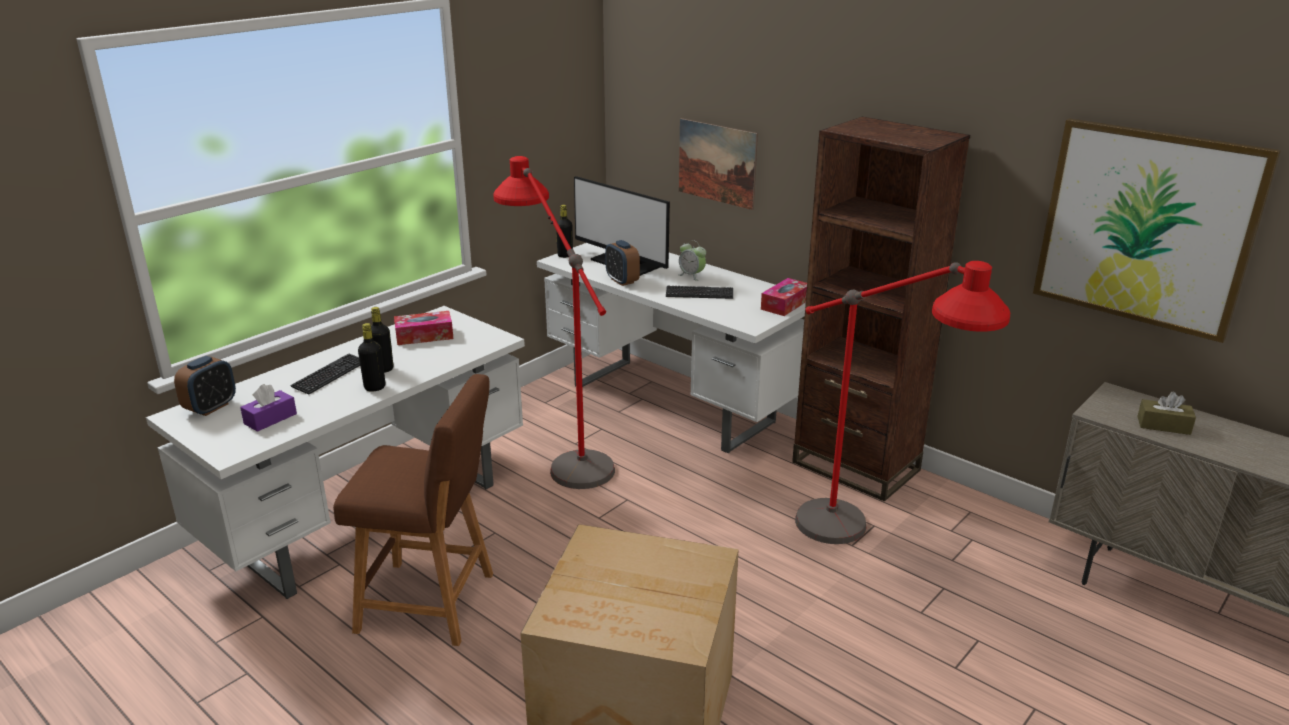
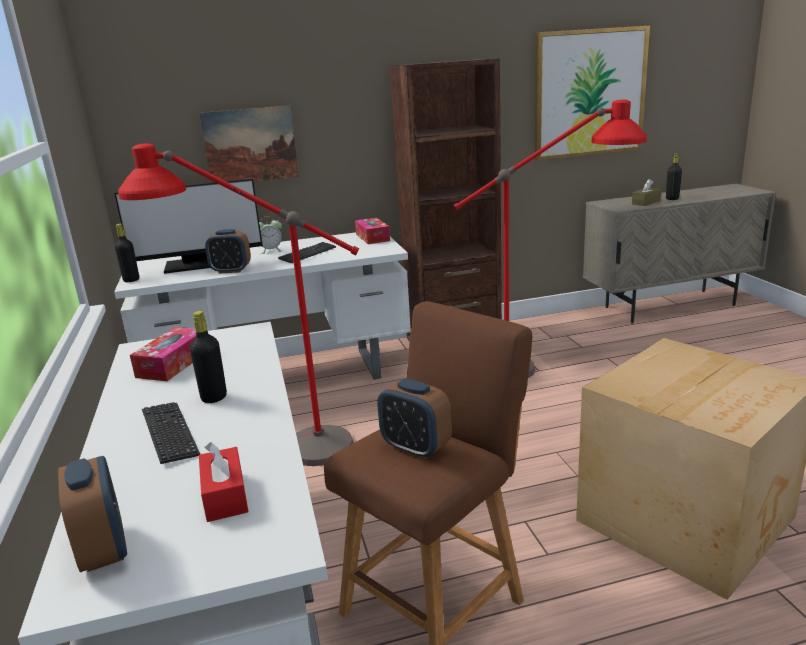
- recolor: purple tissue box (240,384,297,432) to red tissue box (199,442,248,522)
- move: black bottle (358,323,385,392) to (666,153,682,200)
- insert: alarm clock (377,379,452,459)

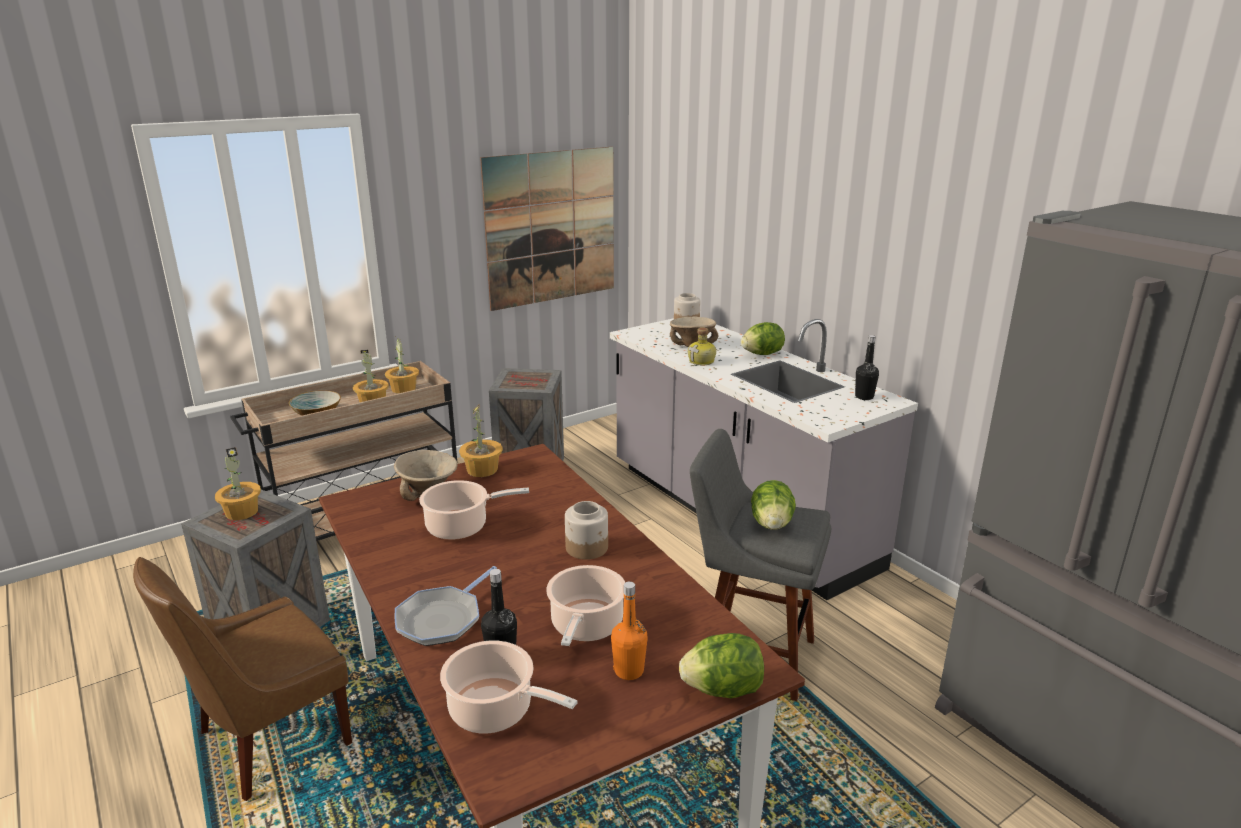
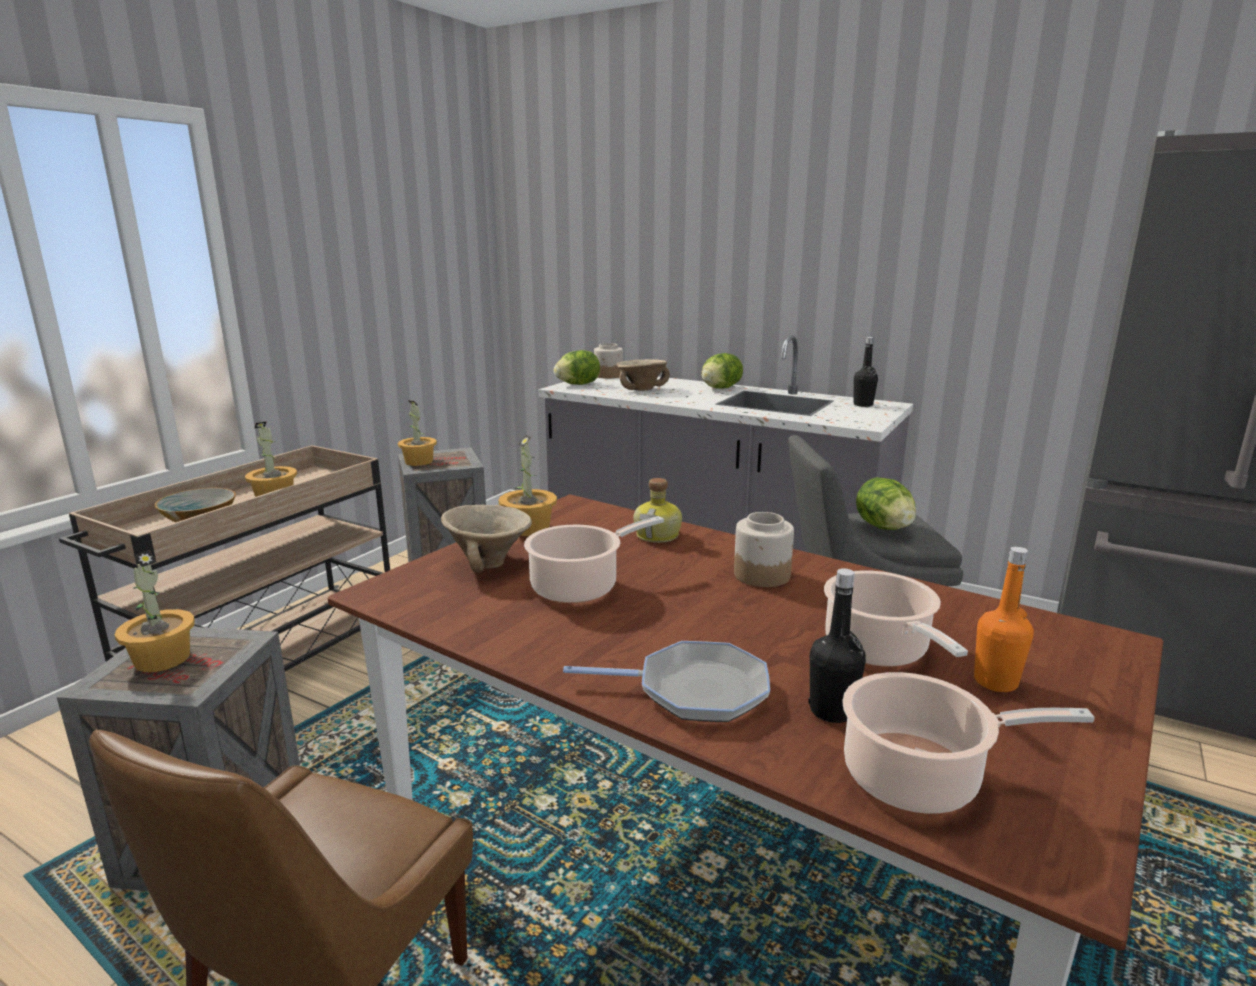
- move: potted plant (385,337,419,393) to (398,401,437,466)
- rotate: frying pan (395,566,497,646) = (563,641,770,722) 90 degrees counterclockwise
- delete: picture (480,147,614,311)
- move: lettuce (679,633,764,698) to (554,350,600,385)
- move: bottle (688,328,716,365) to (634,478,682,543)

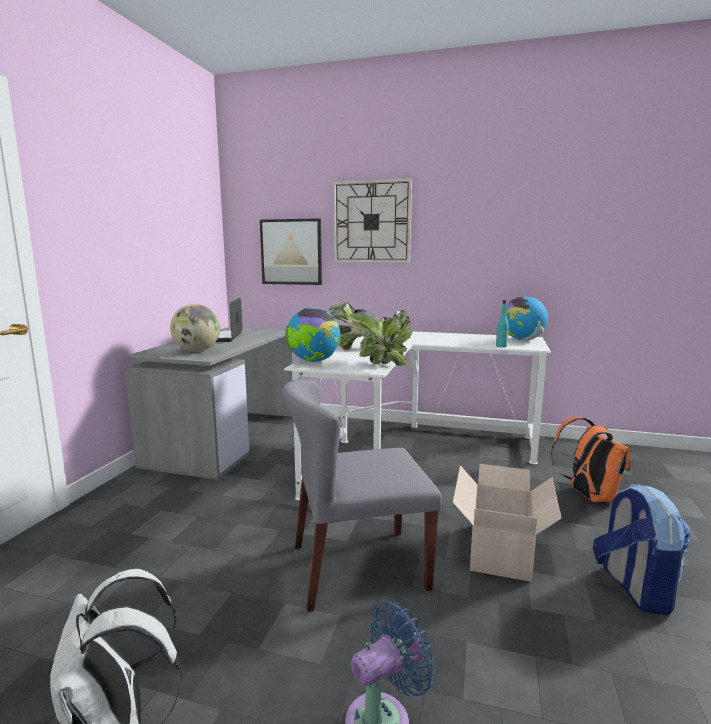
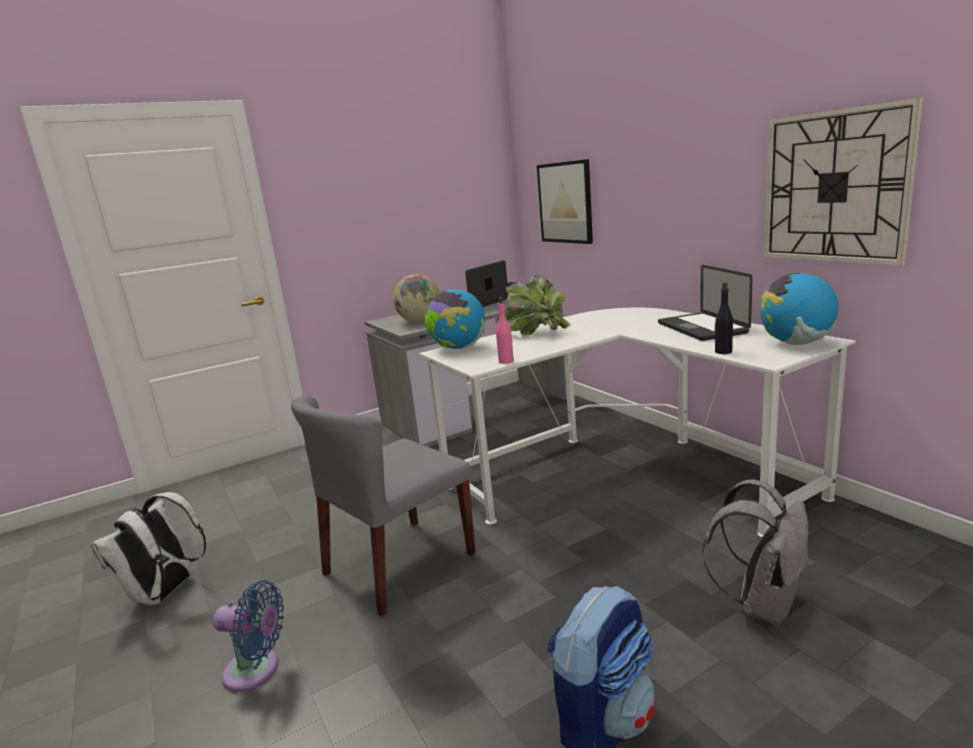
- rotate: grey chair (282,379,442,612) = (291,395,475,616) 75 degrees counterclockwise
- move: wall clock (333,178,412,263) to (763,97,923,266)
- replace: potted plant (351,309,412,366) to pink bottle (496,297,514,364)
- delete: cardboard box (453,464,562,582)
- recolor: turquoise bottle (496,300,509,347) to black bottle (715,282,733,354)
- recolor: orange backpack (551,417,631,502) to grey backpack (702,479,809,626)
- insert: laptop (658,265,753,341)

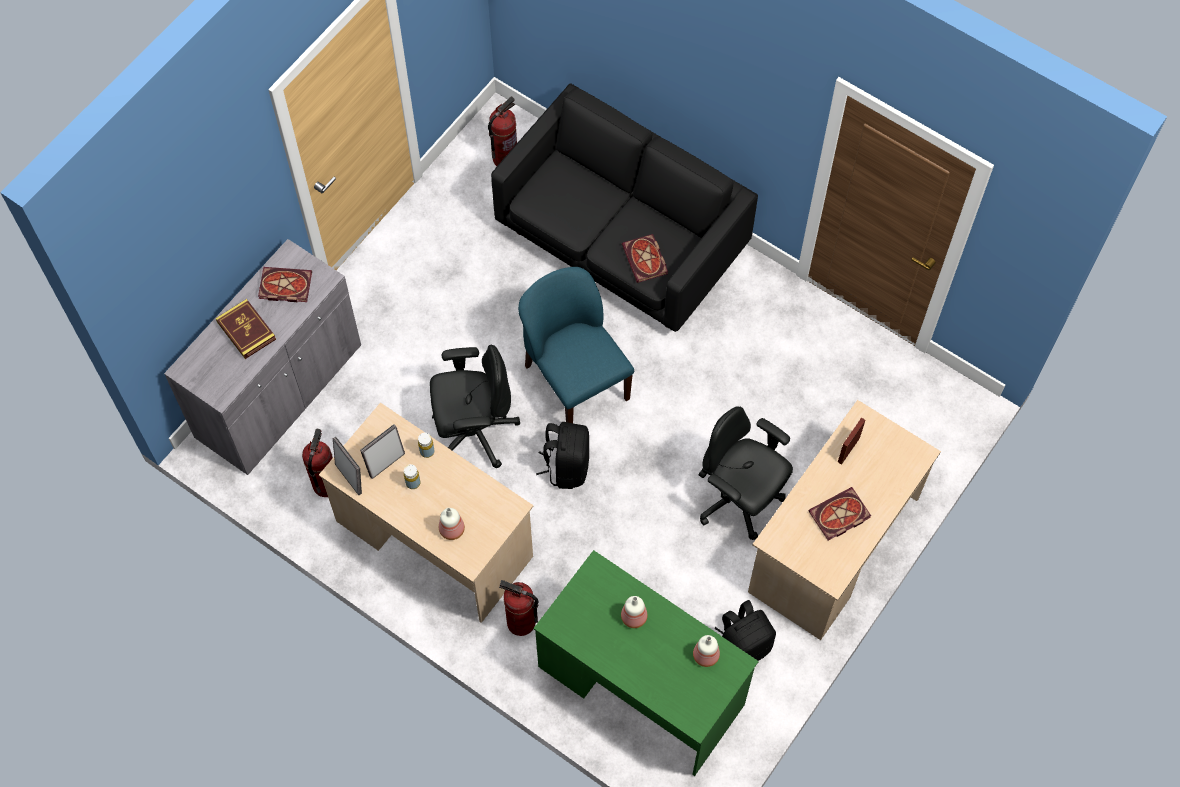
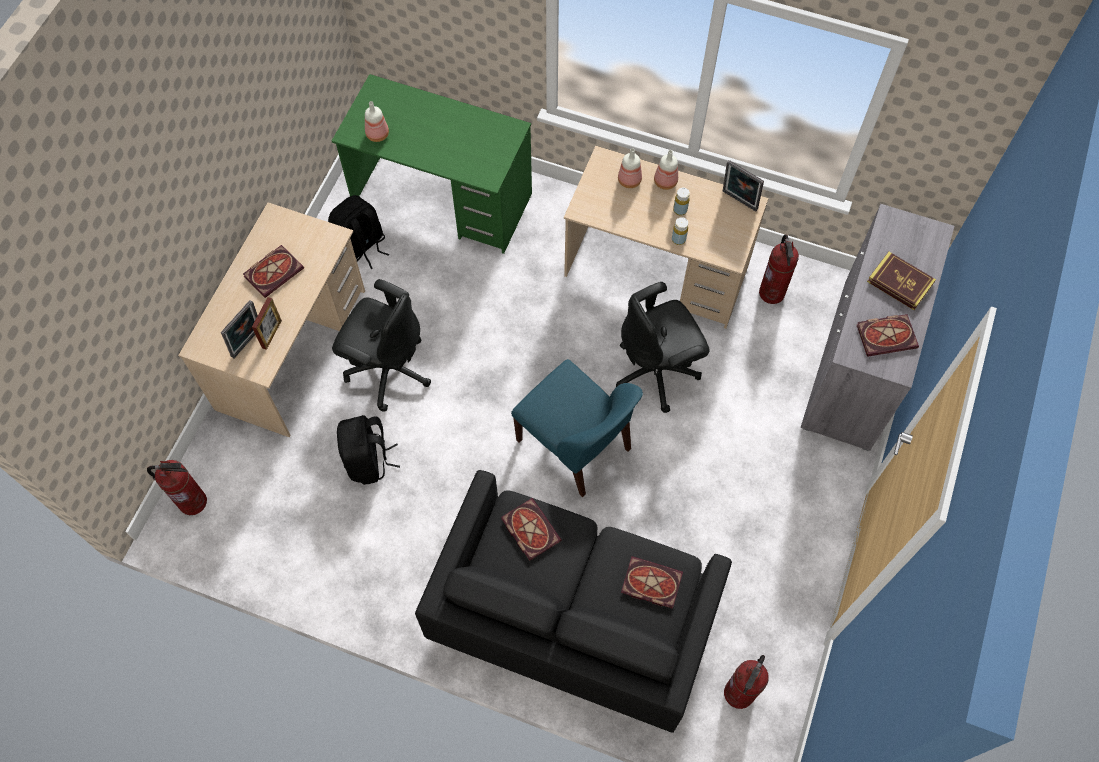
- move: picture frame (360,424,405,479) to (221,300,258,358)
- move: fire extinguisher (499,580,539,636) to (147,460,207,515)
- move: black backpack (536,422,589,489) to (337,415,400,485)
- move: bottle (621,596,648,628) to (654,150,678,190)
- insert: book (621,556,683,609)

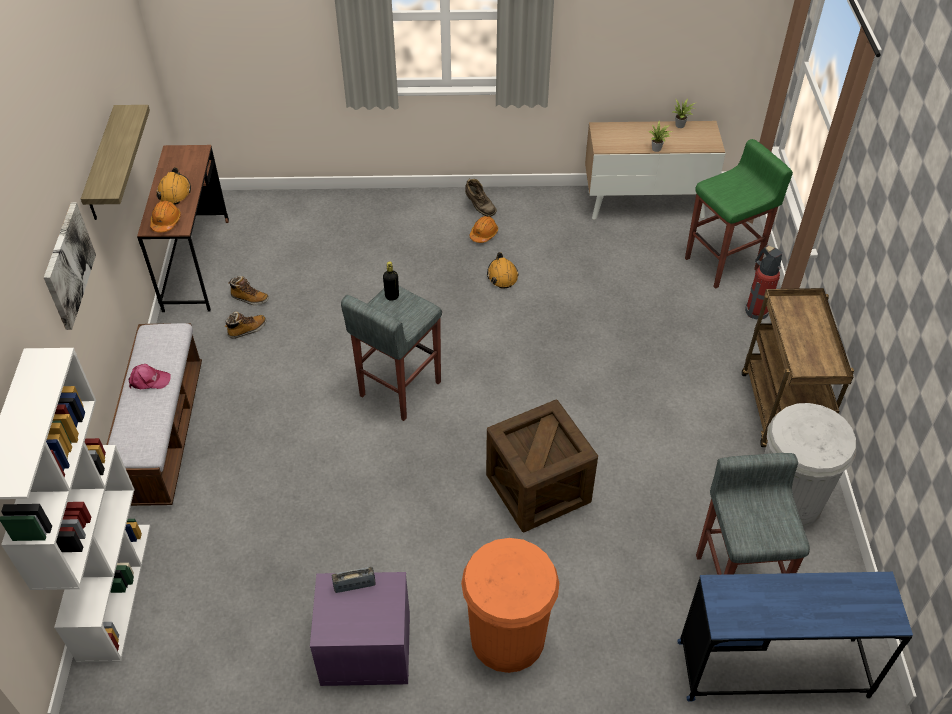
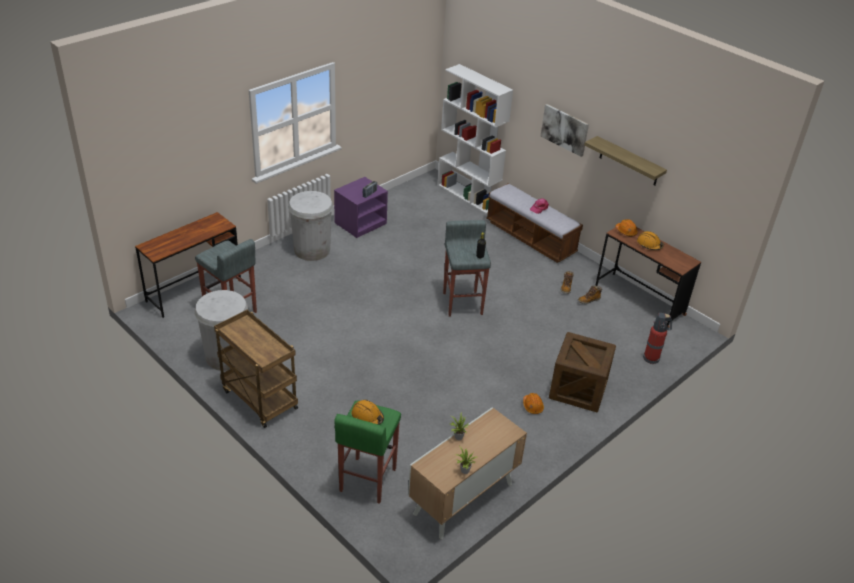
- recolor: orange trash can (461,538,559,673) to white trash can (288,191,333,261)
- delete: brown boot (465,179,497,217)
- move: crate (486,400,598,532) to (549,332,616,412)
- move: orange hard hat (487,252,519,288) to (351,400,384,425)
- recolor: blue desk (677,572,913,702) to brown desk (135,212,241,318)
- move: fire extinguisher (745,245,782,320) to (643,313,672,364)

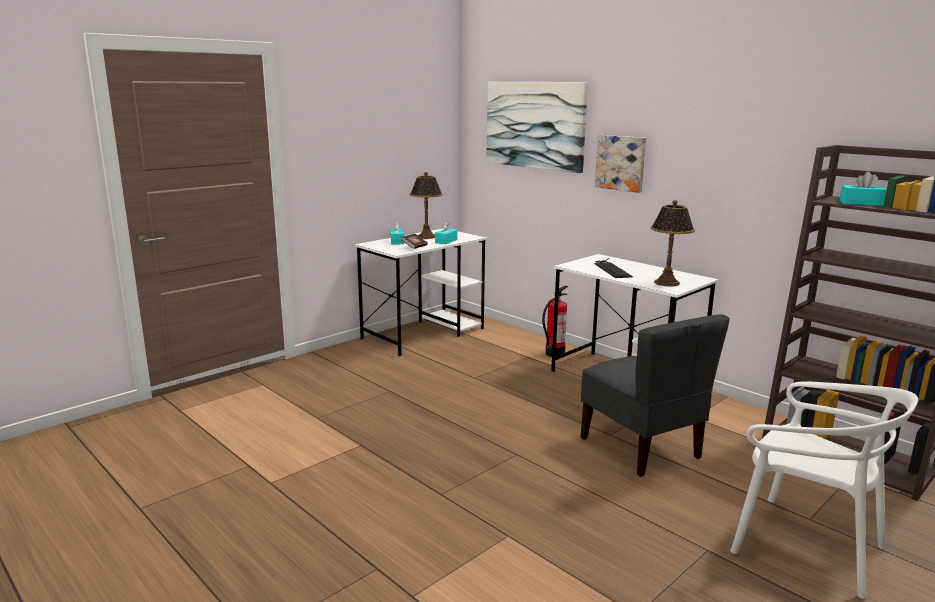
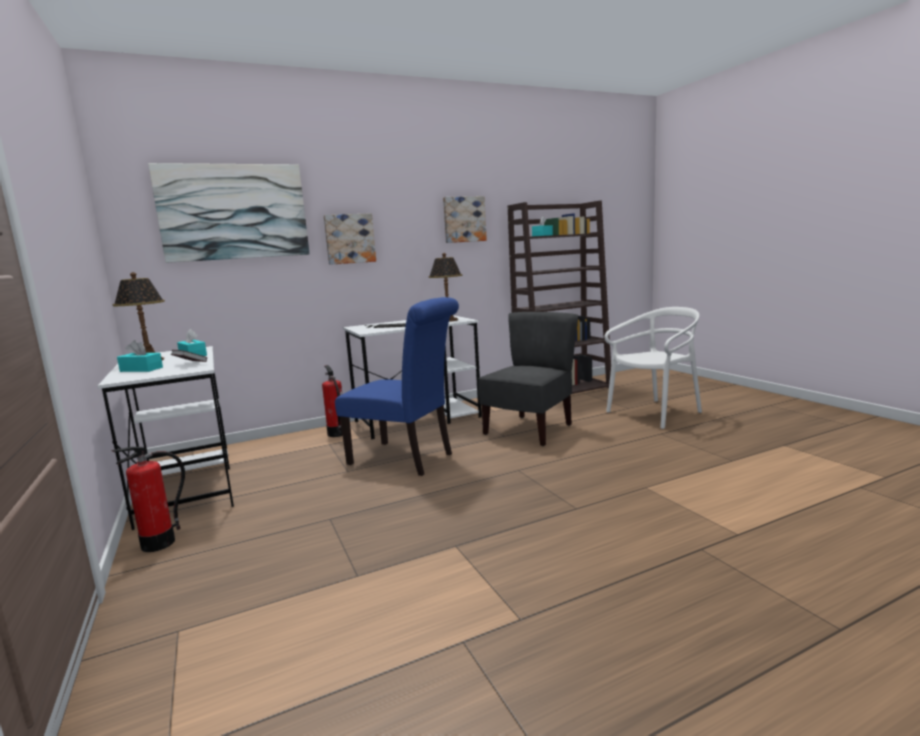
- rotate: grey chair (581,315,730,477) = (478,312,578,446) 45 degrees counterclockwise
- insert: fire extinguisher (111,447,185,552)
- insert: blue chair (335,297,459,476)
- insert: picture (443,196,487,243)

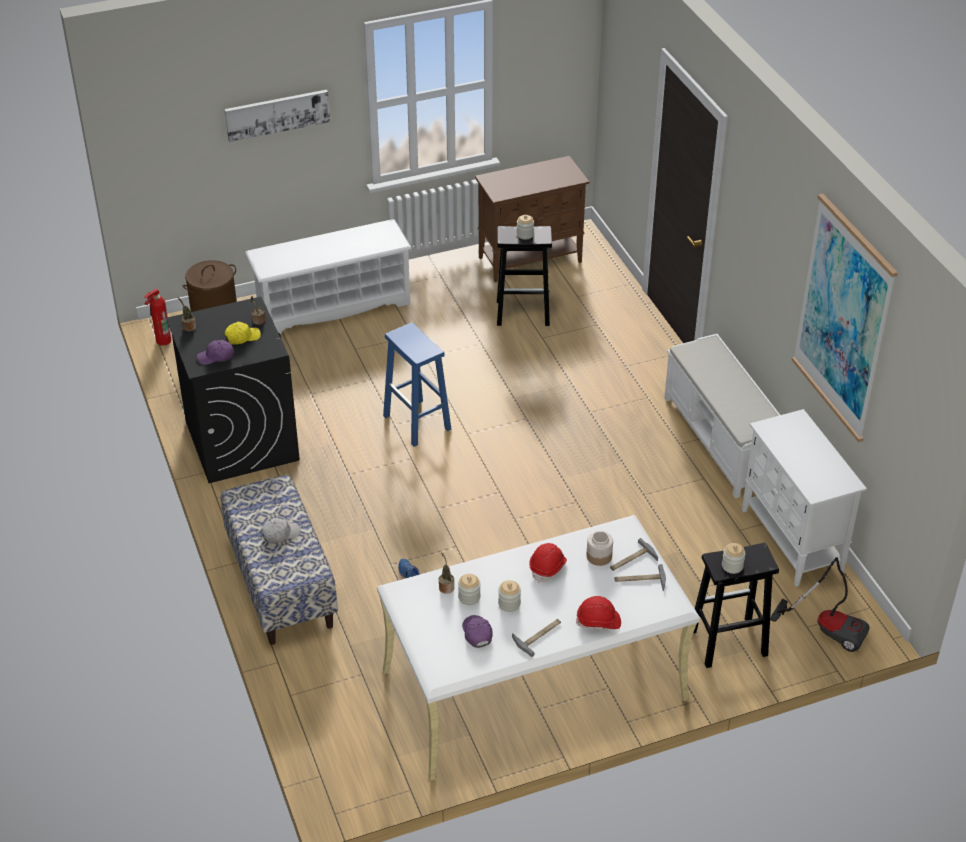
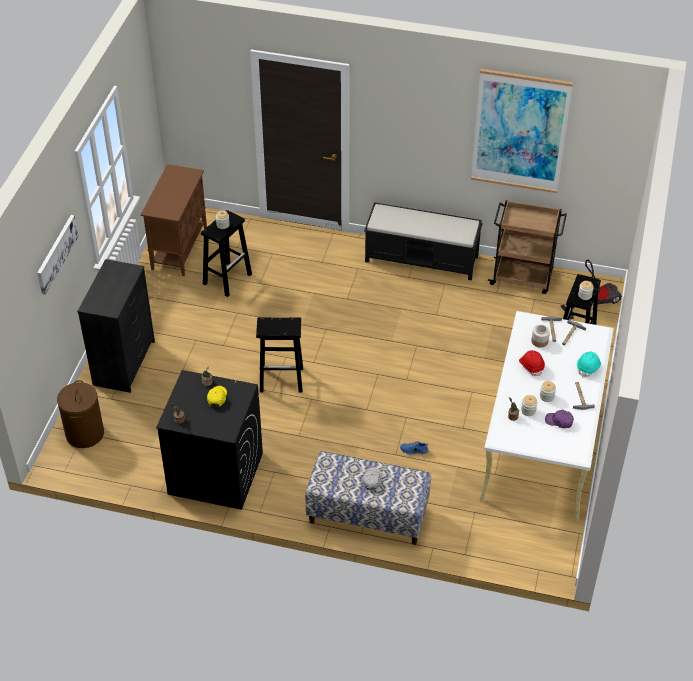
- delete: fire extinguisher (144,289,171,346)
- delete: purple cap (197,340,233,365)
- replace: white shoe rack (245,219,412,334) to black dresser (77,259,155,393)
- recolor: blue stool (383,322,451,447) to black stool (256,317,303,393)
- recolor: red hard hat (576,596,621,629) to turquoise hard hat (577,352,601,377)
- recolor: white bench (664,334,780,498) to black bench (364,202,482,281)
- replace: white cabinet (742,409,867,587) to brown cart (488,200,567,294)

